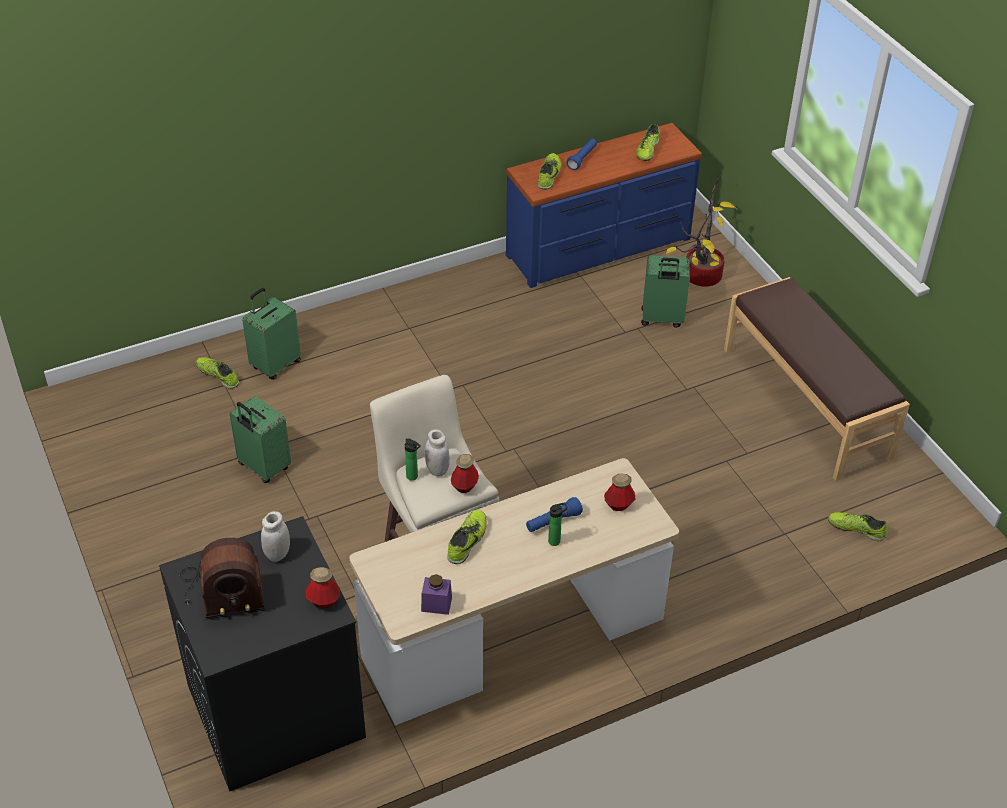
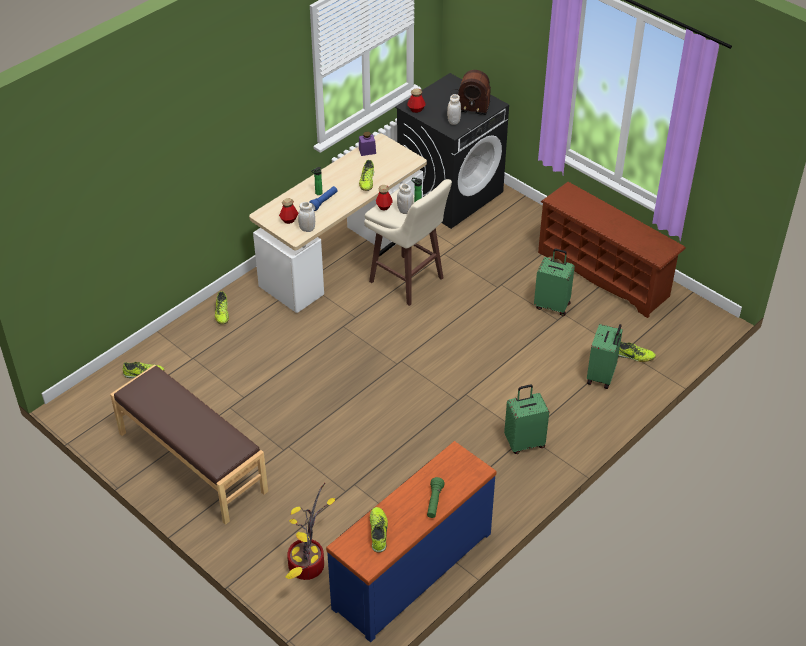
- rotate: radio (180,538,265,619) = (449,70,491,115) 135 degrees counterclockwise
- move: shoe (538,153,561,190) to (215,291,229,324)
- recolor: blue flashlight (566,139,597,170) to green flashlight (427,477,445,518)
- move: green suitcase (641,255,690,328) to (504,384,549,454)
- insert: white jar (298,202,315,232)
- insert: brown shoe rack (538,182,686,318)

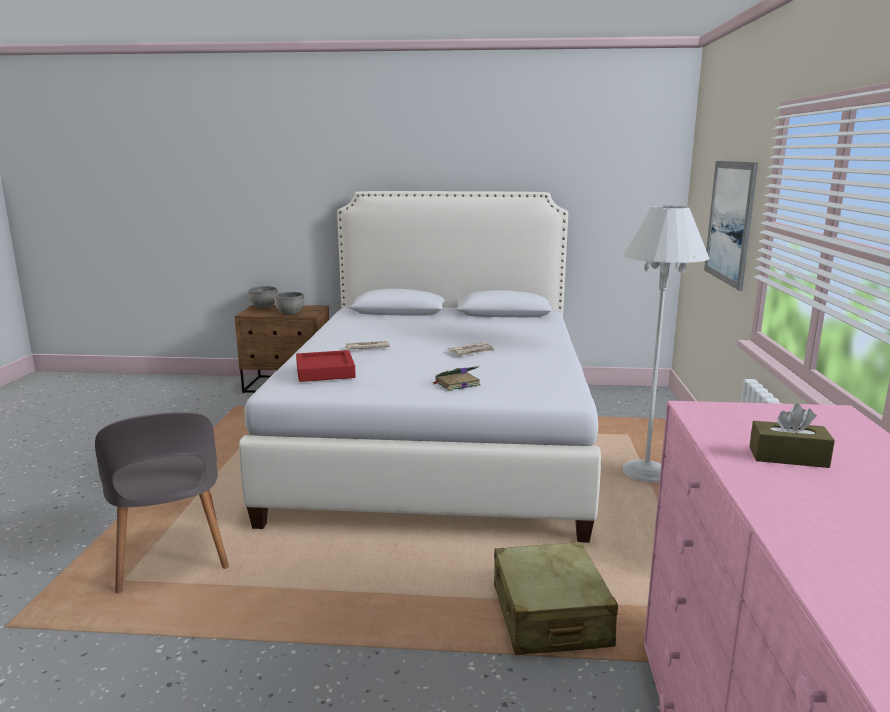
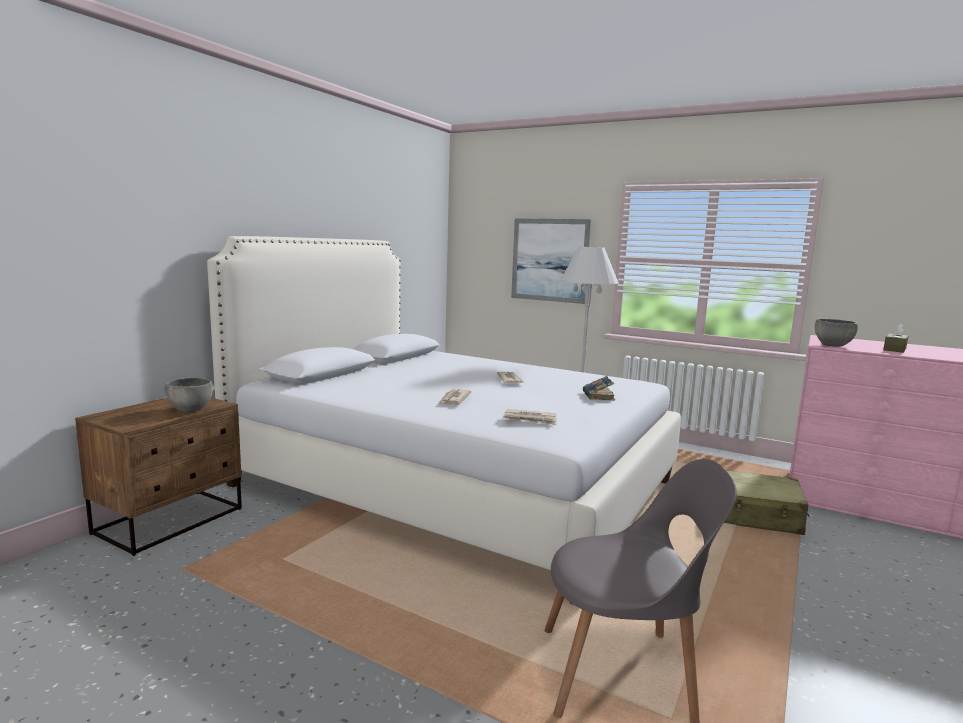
- move: grey bowl (248,286,278,308) to (815,319,858,347)
- replace: red tray (296,350,356,382) to newspaper (503,409,557,425)

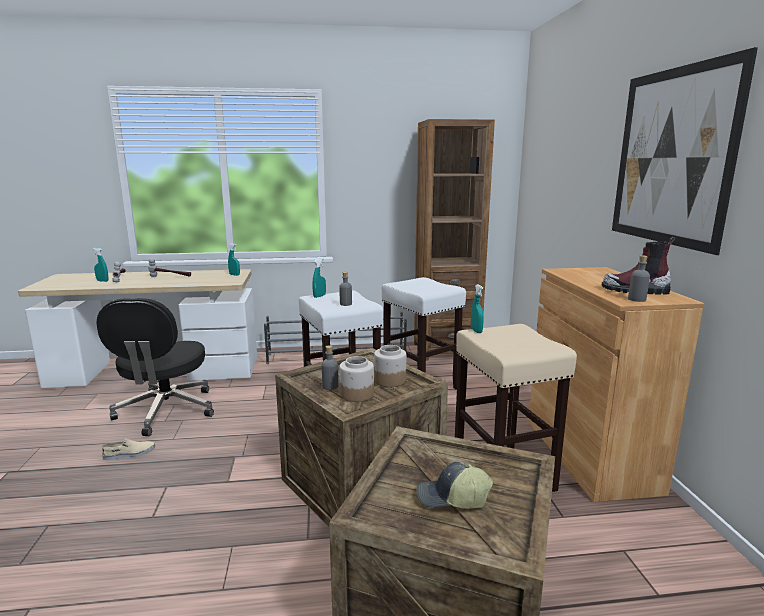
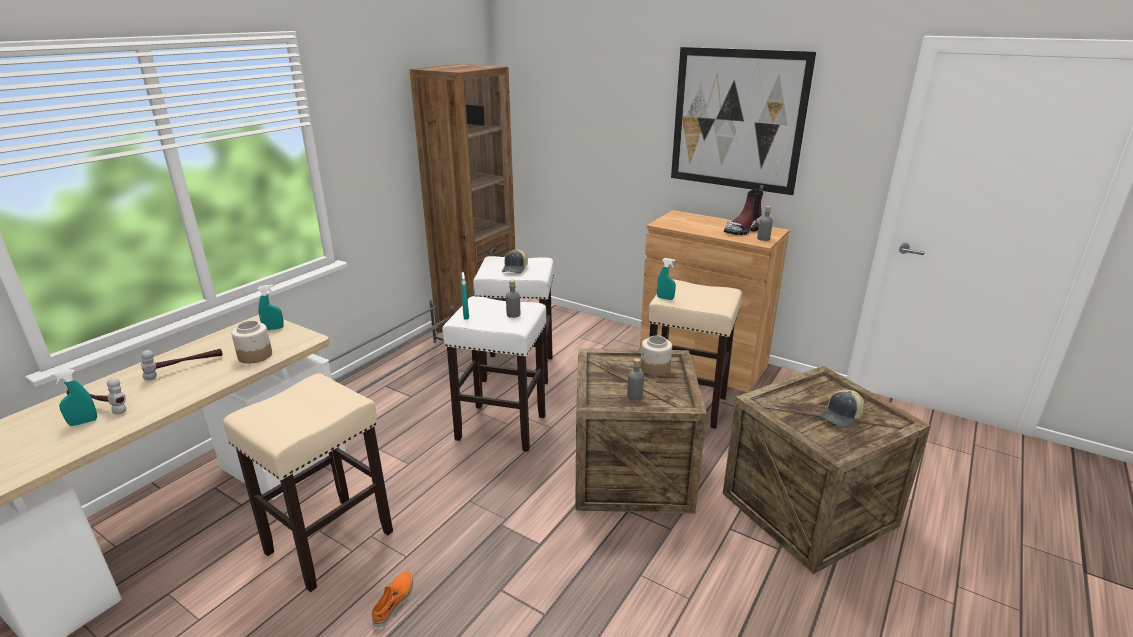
- replace: black office chair (96,298,214,436) to beige stool (223,373,393,592)
- recolor: beige shoe (102,438,155,460) to orange shoe (372,571,413,628)
- move: jar (339,356,374,402) to (231,321,272,364)
- insert: cap (502,249,528,273)

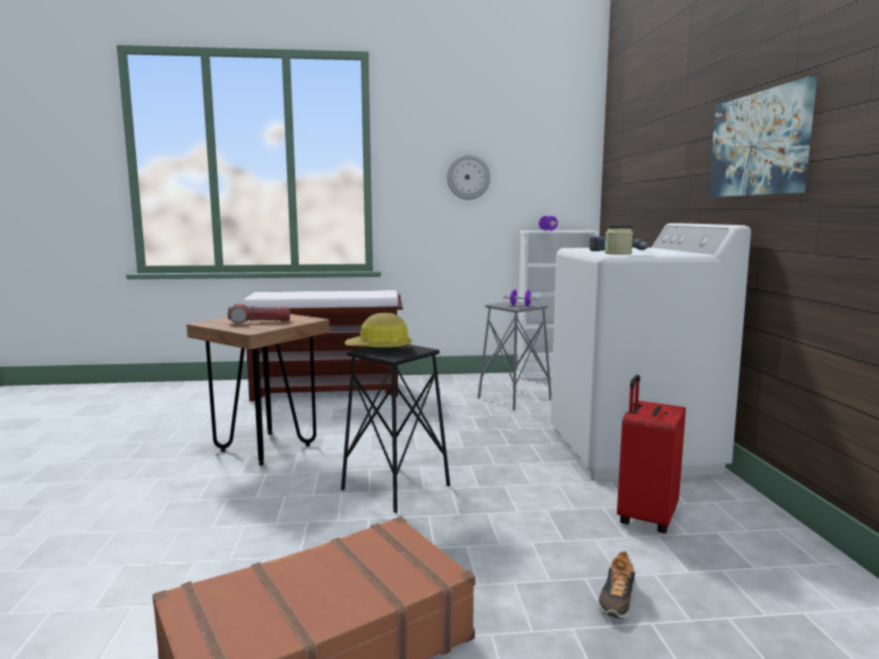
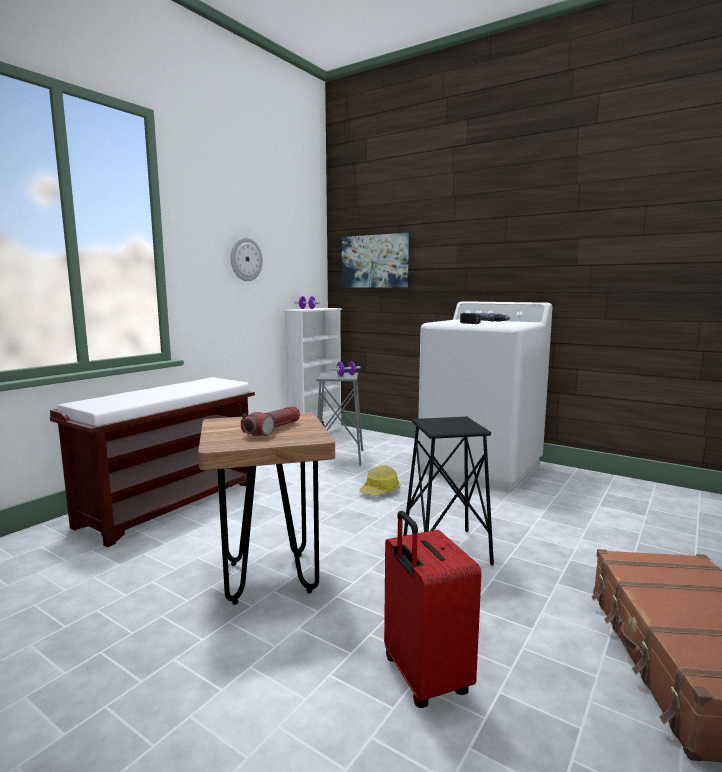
- move: hard hat (345,313,412,350) to (360,465,400,496)
- delete: shoe (598,551,636,619)
- delete: jar (605,225,633,255)
- move: red suitcase (617,375,686,533) to (384,511,482,708)
- move: picture (708,76,817,197) to (342,233,409,287)

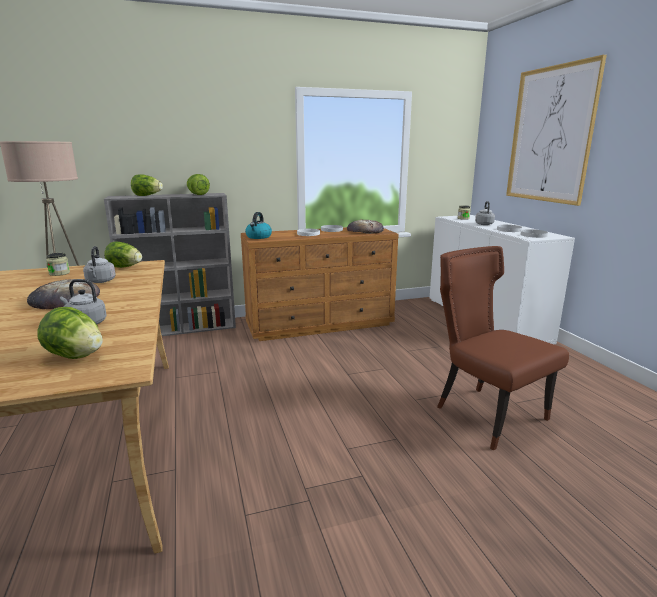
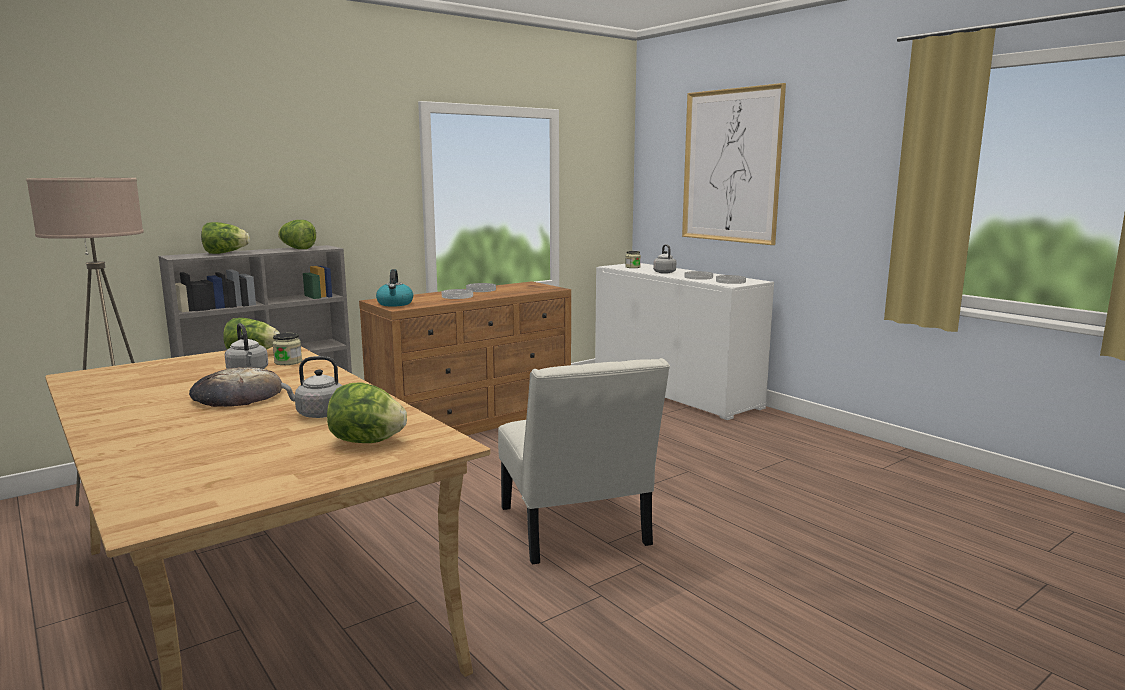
- move: jar (46,253,70,276) to (273,333,302,365)
- delete: bread (347,219,384,234)
- delete: brown chair (437,246,569,451)
- insert: white chair (498,358,670,565)

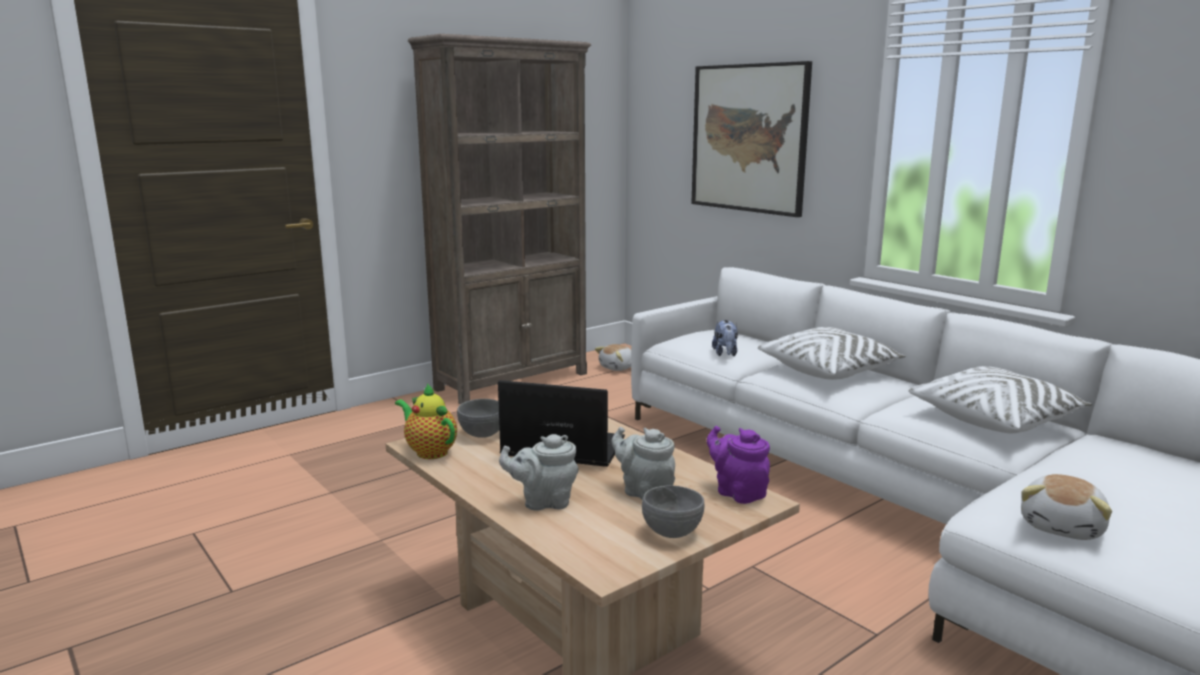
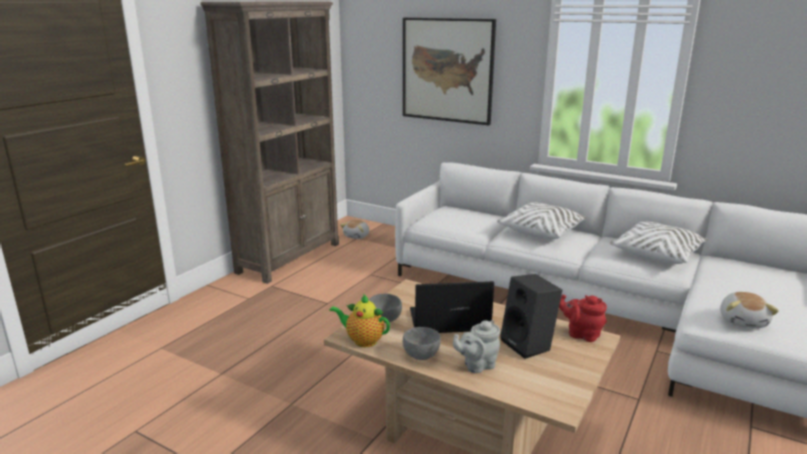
- replace: grey teapot (612,427,675,500) to black speaker (500,274,562,359)
- move: grey bowl (642,485,704,538) to (403,327,441,360)
- recolor: purple teapot (707,426,770,504) to red teapot (559,294,607,342)
- delete: plush toy (712,320,738,356)

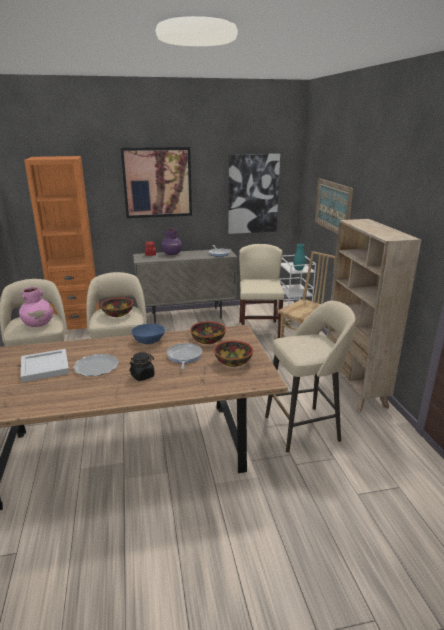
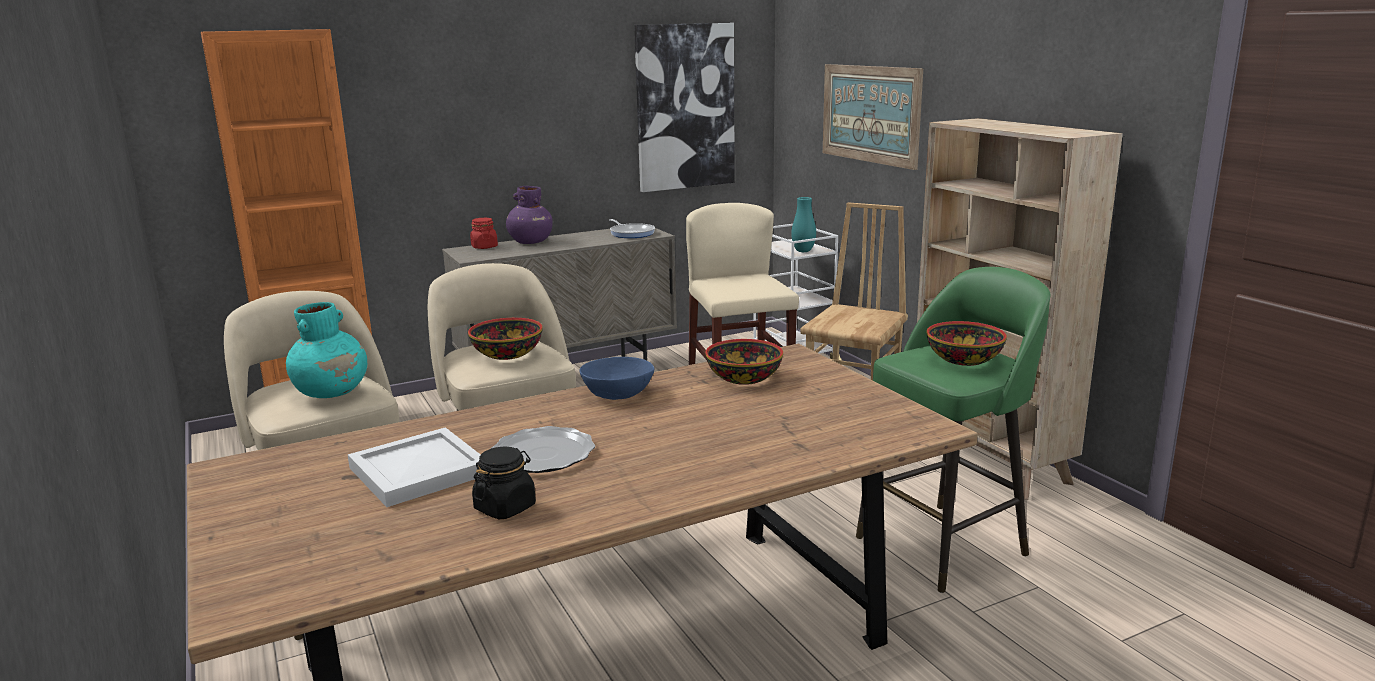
- recolor: pink vase (19,287,53,327) to turquoise vase (286,302,367,398)
- delete: picture (121,147,192,218)
- move: black jar (130,352,155,381) to (472,447,536,519)
- delete: frying pan (167,343,202,369)
- move: bowl (214,341,253,367) to (927,321,1007,366)
- recolor: beige stool (265,301,356,452) to green stool (856,267,1050,593)

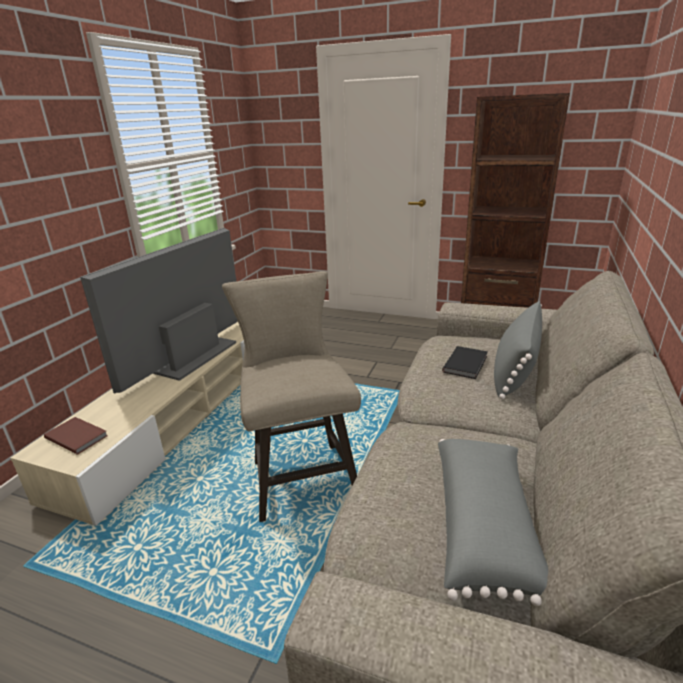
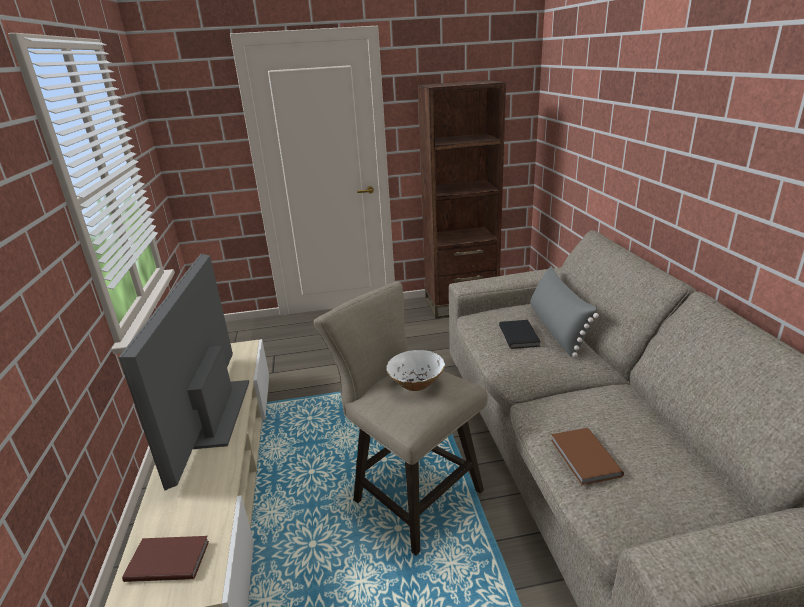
- delete: grey pillow (438,439,548,606)
- insert: white bowl (386,350,445,391)
- insert: brown book (551,428,624,485)

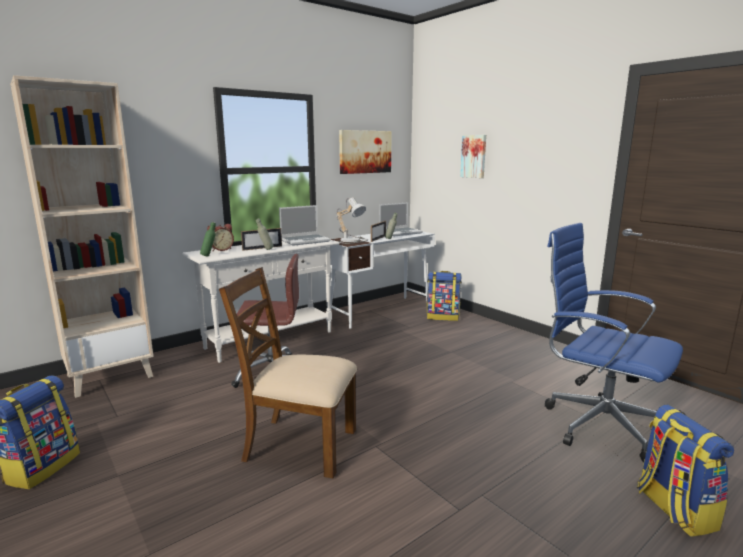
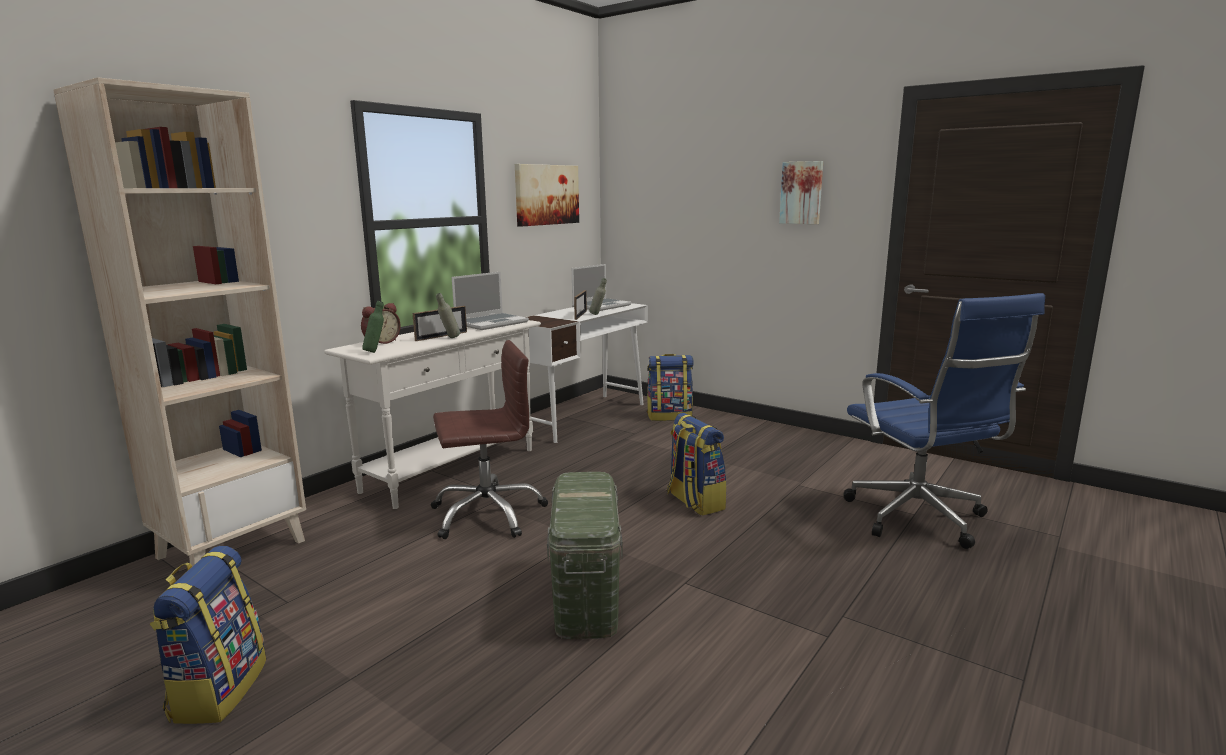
- replace: brown chair (219,267,357,478) to green storage box (547,472,623,639)
- delete: table lamp (337,197,368,244)
- move: picture (460,135,486,178) to (779,161,823,224)
- rotate: blue office chair (545,223,683,462) = (844,293,1045,549) 135 degrees counterclockwise
- move: backpack (637,405,734,537) to (667,413,727,515)

